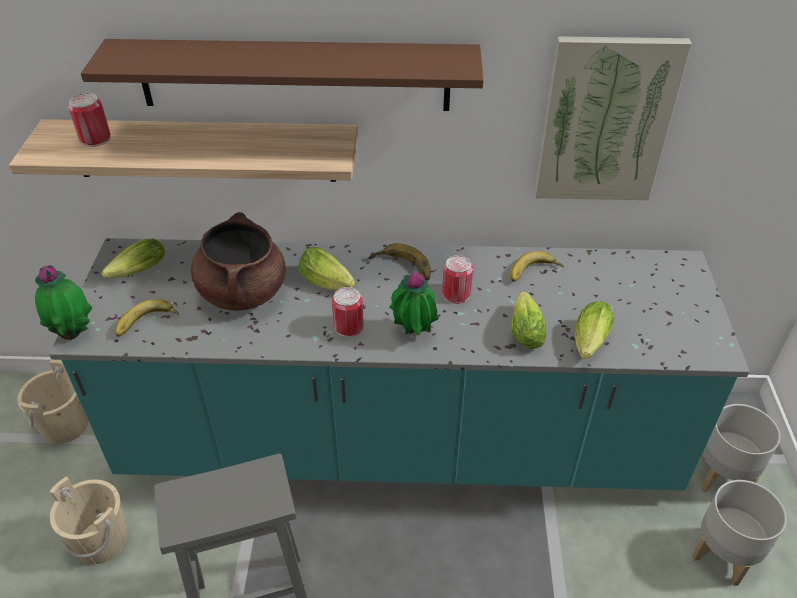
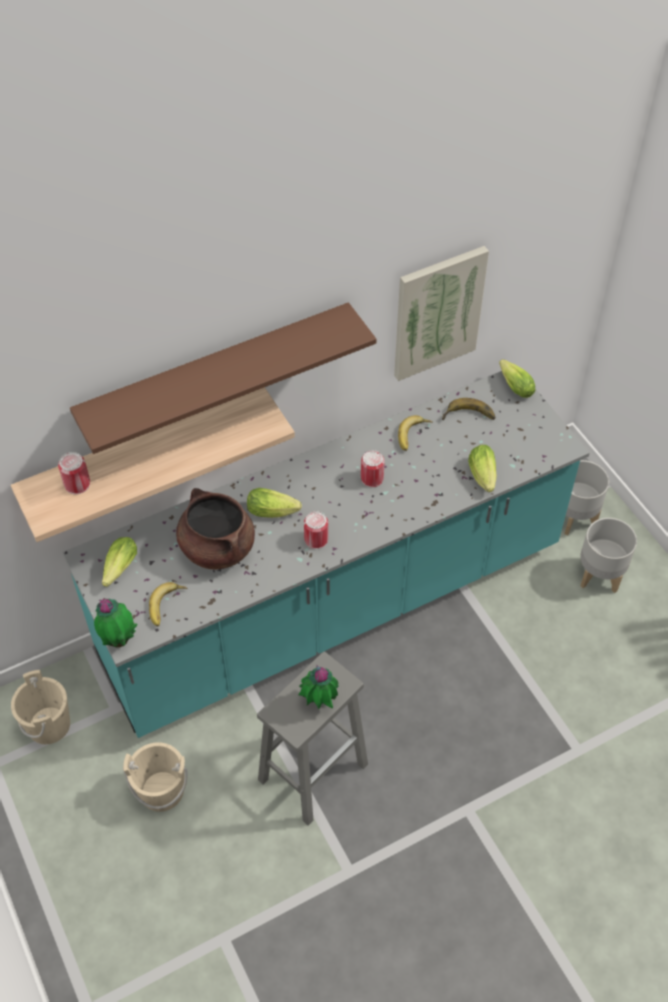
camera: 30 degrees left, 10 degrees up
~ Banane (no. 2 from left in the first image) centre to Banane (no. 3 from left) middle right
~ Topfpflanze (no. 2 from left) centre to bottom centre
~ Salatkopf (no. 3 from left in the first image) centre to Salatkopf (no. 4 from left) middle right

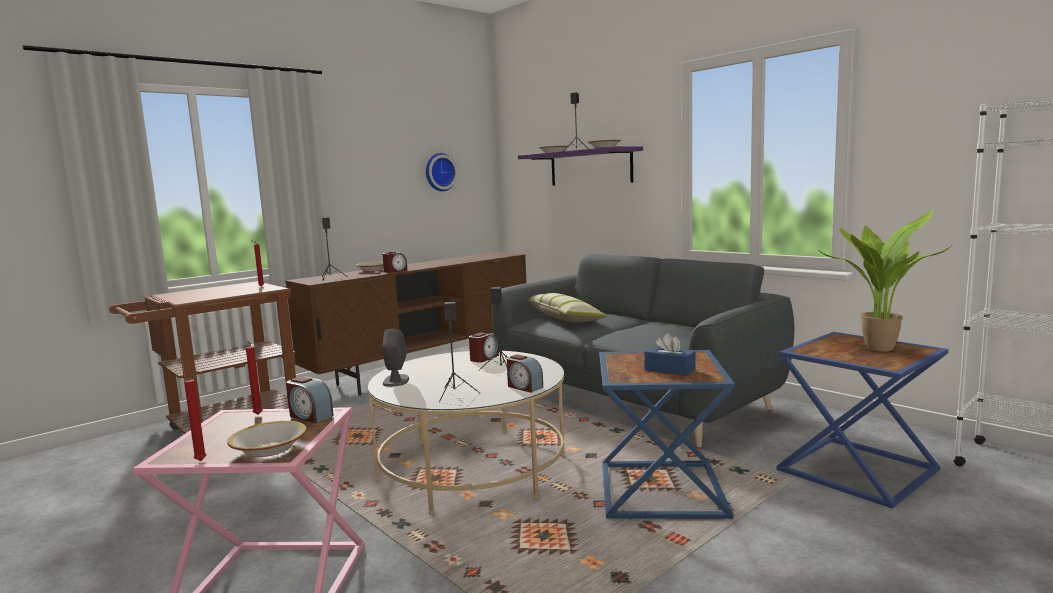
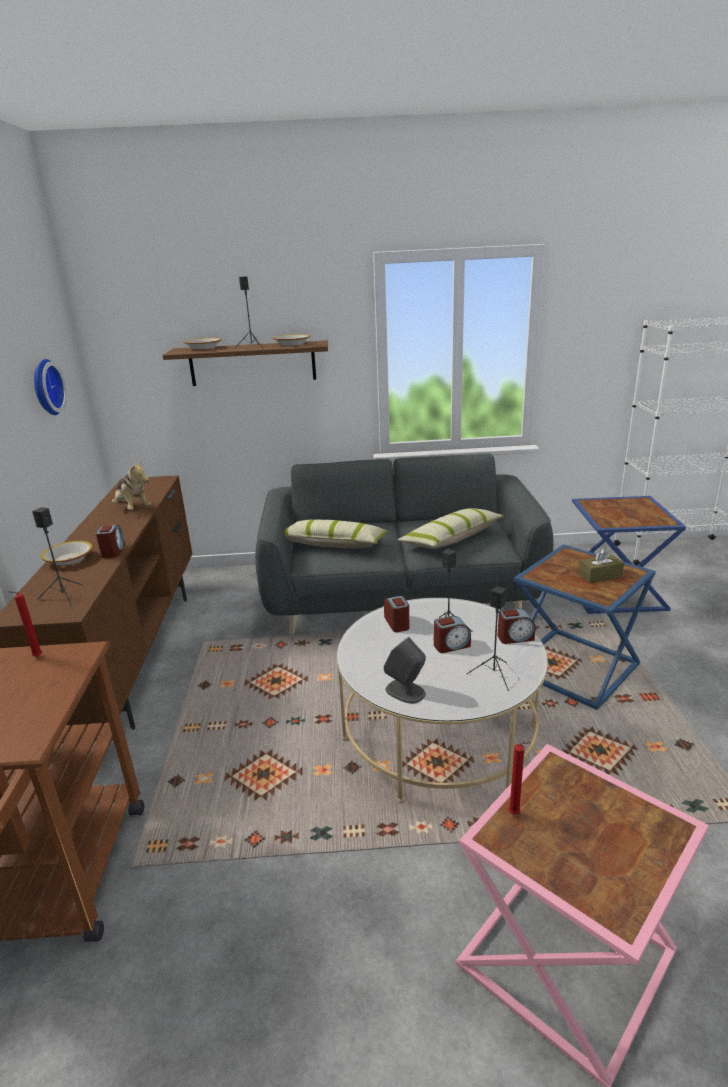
camera: 50 degrees left, 15 degrees up
- Kerze/rot (no. 1 from left) bottom left
- Schüssel (no. 1 from left) bottom left
~ Wecker (no. 1 from left in the first image) bottom left to Wecker (no. 3 from left) centre
~ Wandregal/lila top centre to Wandregal/braun centre
~ Taschentuchbox/blau centre to Taschentuchbox/braun middle right
- Topfpflanze middle right
+ Plüschtier middle left
+ Kissen (no. 2 from left) centre

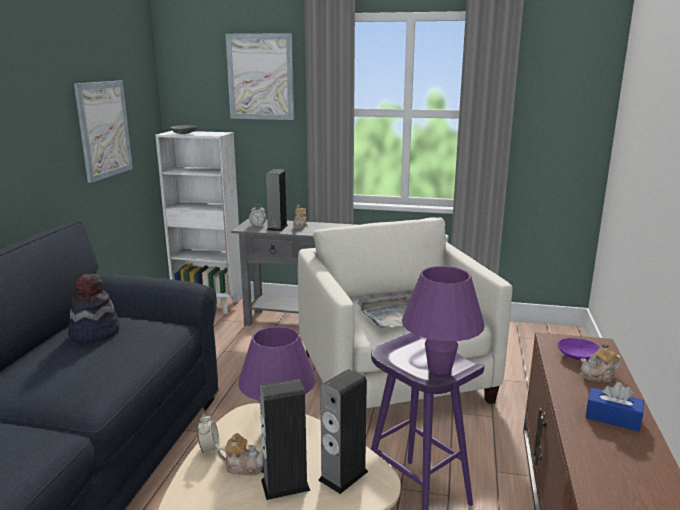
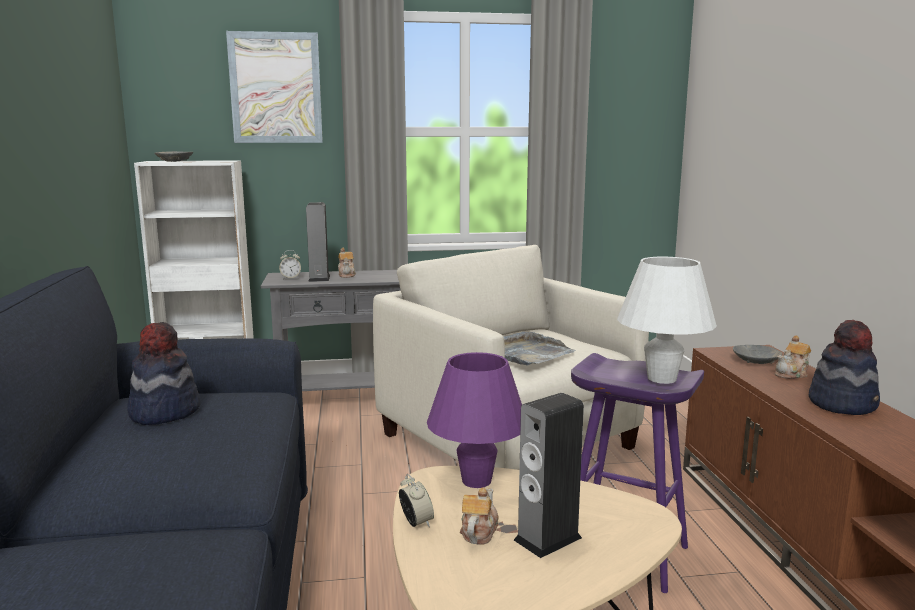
camera: 20 degrees left, 5 degrees down
- Bild (no. 1 from left) top left
~ Teekanne (no. 1 from left in the first image) bottom centre = bottom centre 60 degrees counterclockwise
- Lautsprecher (no. 3 from left) bottom centre
~ Tischlampe/lila (no. 2 from left) centre to Tischlampe/weiß middle right
~ Schüssel/lila bottom right to Schüssel/grau (no. 2 from left) middle right
~ Taschentuchbox/blau bottom right to Hut (no. 2 from left) middle right

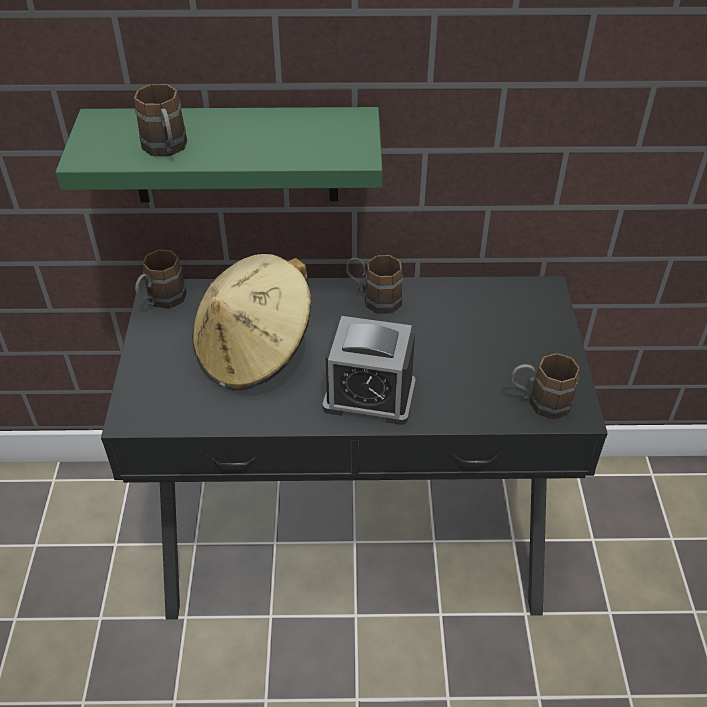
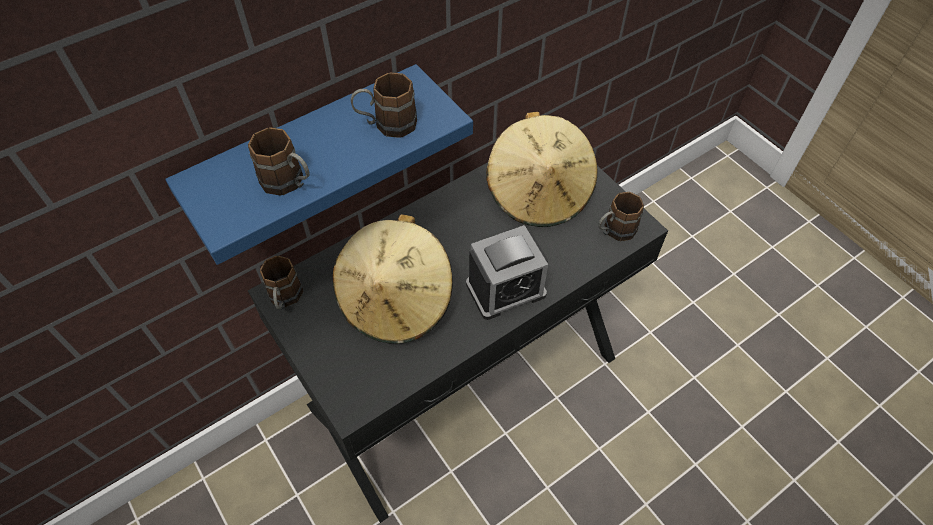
camera: 35 degrees left, 10 degrees up
~ Wandregal/grün top left to Wandregal/blau top centre
~ Henkelbecher/braun (no. 3 from left) centre to top centre
+ Hut/beige (no. 2 from left) top centre

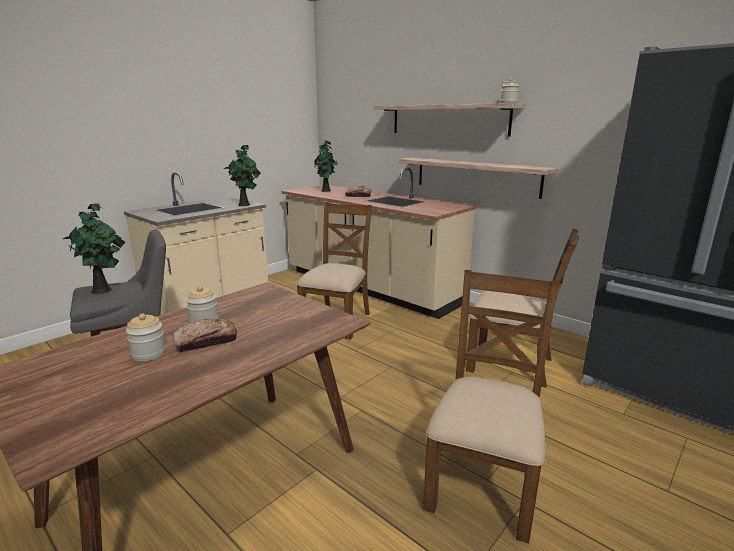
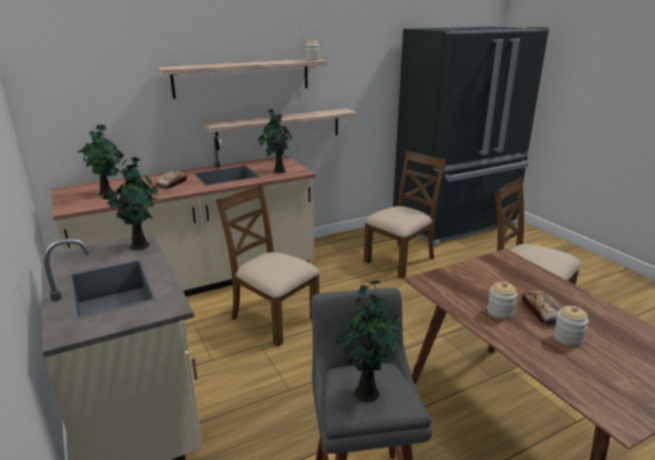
camera: 70 degrees left, 5 degrees up
+ Topfpflanze (no. 3 from left) top centre

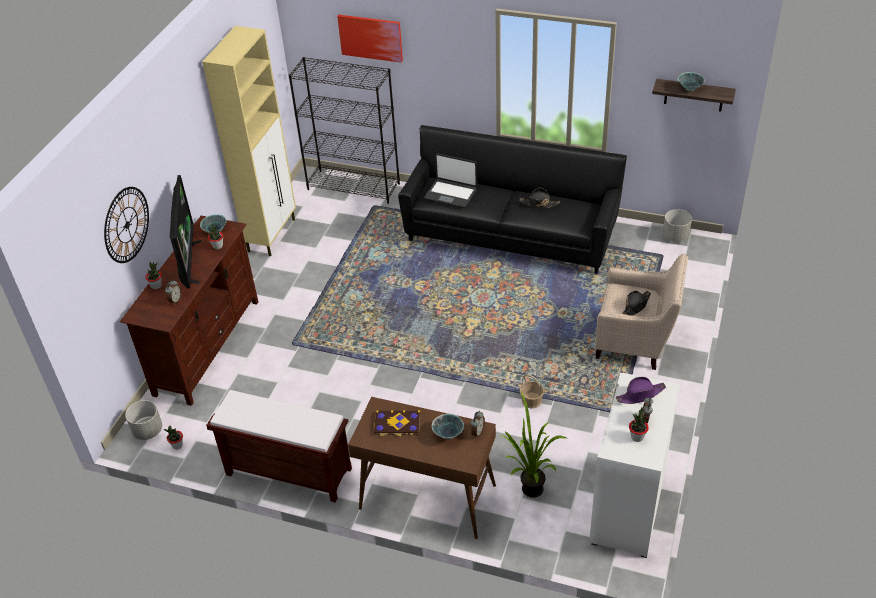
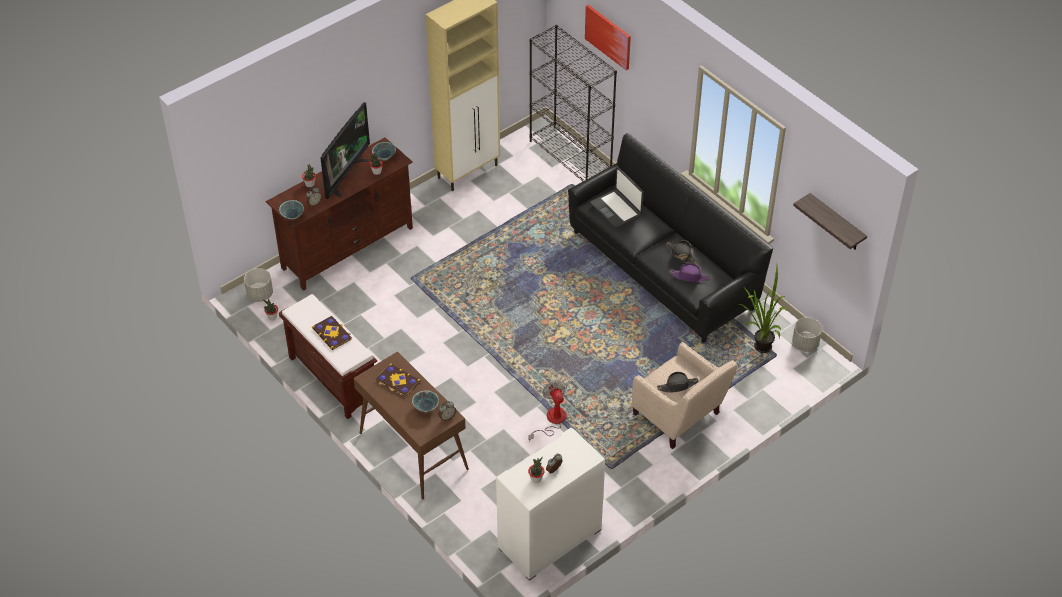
camera: 30 degrees right, 5 degrees up
- Wanduhr middle left
~ Topfpflanze (no. 4 from left in the first image) bottom centre to Topfpflanze (no. 5 from left) middle right
~ Korb centre to Ventilator bottom centre
~ Hut/lila middle right to centre
~ Schüssel (no. 3 from left in the first image) top right to Schüssel (no. 1 from left) middle left
+ Buch (no. 1 from left) middle left

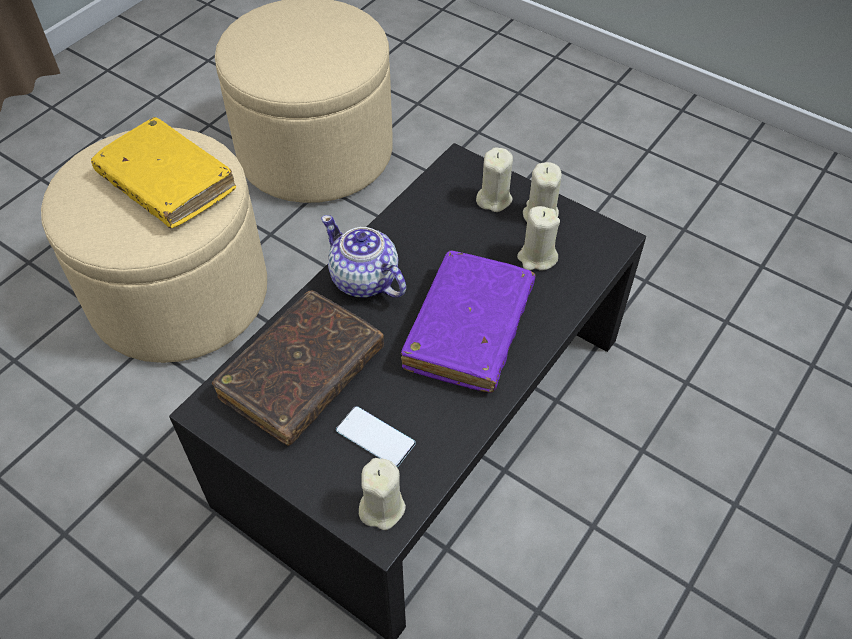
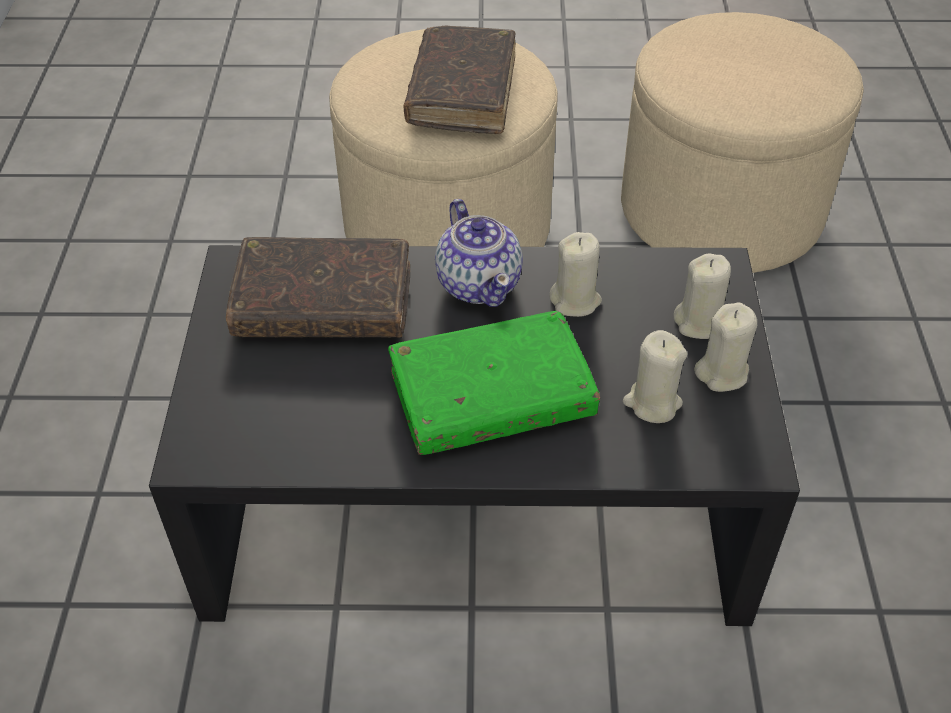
camera: 55 degrees right, 5 degrees down
~ Buch/gelb top left to Buch/braun (no. 2 from left) top centre
~ Teekanne centre = centre 150 degrees clockwise
- Handy bottom centre
~ Kerze/beige (no. 1 from left) bottom centre to centre
~ Buch/lila centre to Buch/grün centre

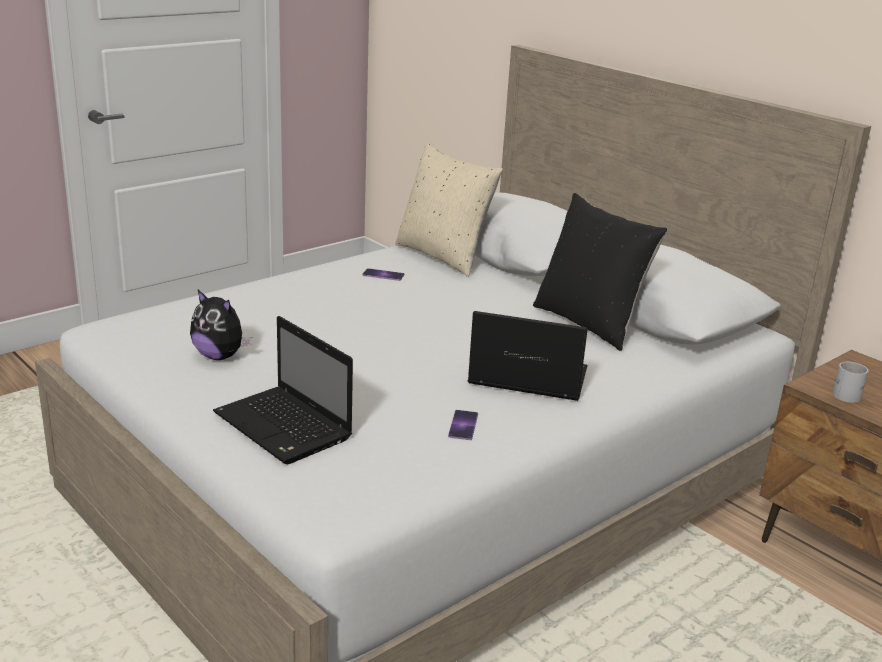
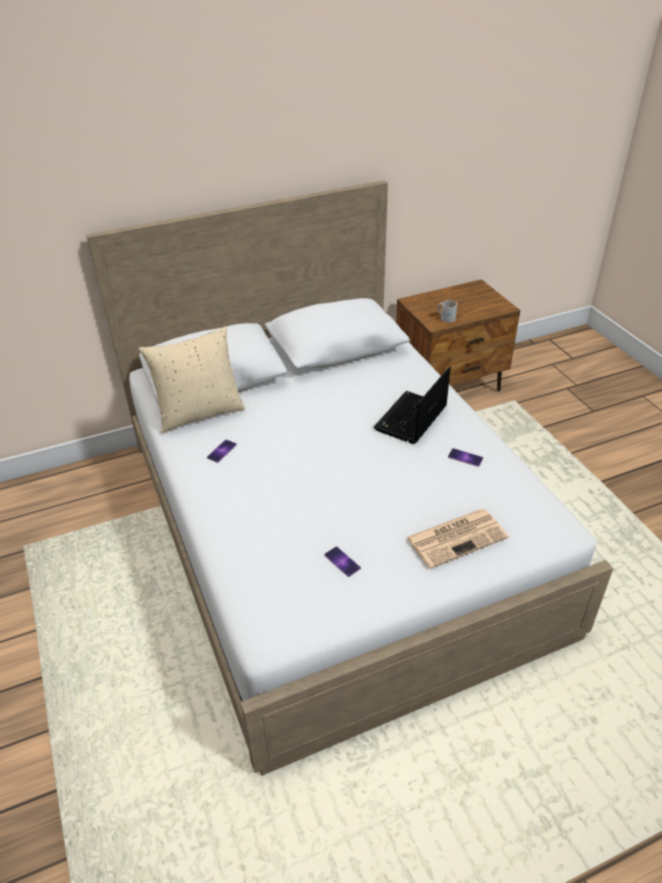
camera: 70 degrees left, 15 degrees up
~ Plüschtier middle left to Handy (no. 2 from left) centre
~ Laptop (no. 1 from left) middle left to Zeitung middle right
- Kissen/schwarz middle right

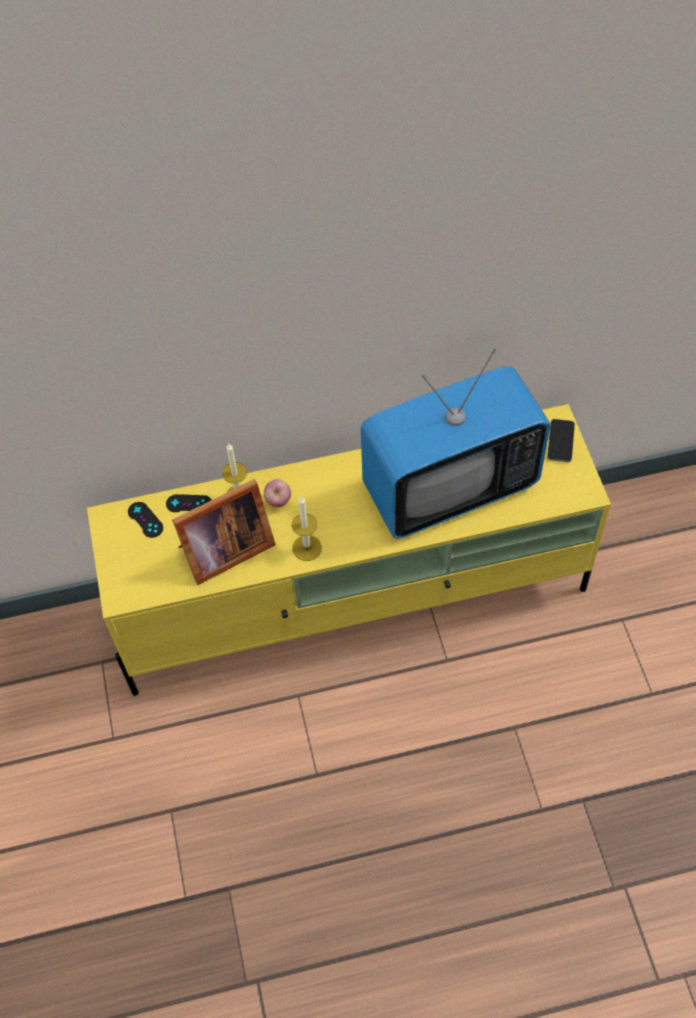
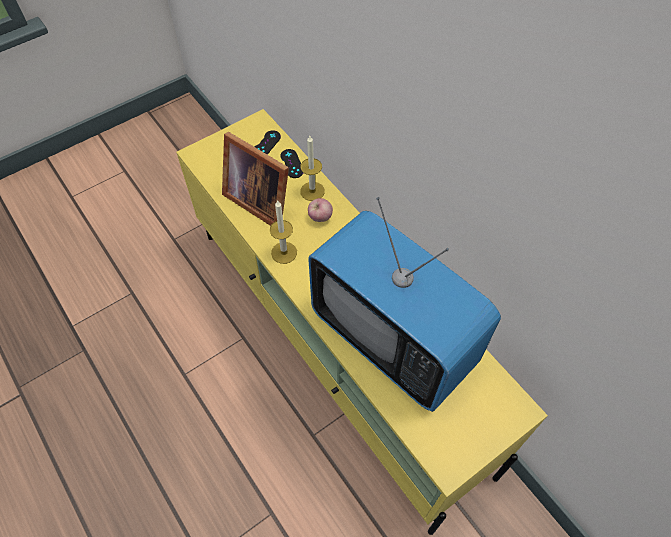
camera: 65 degrees right, 0 degrees up
- Handy middle right

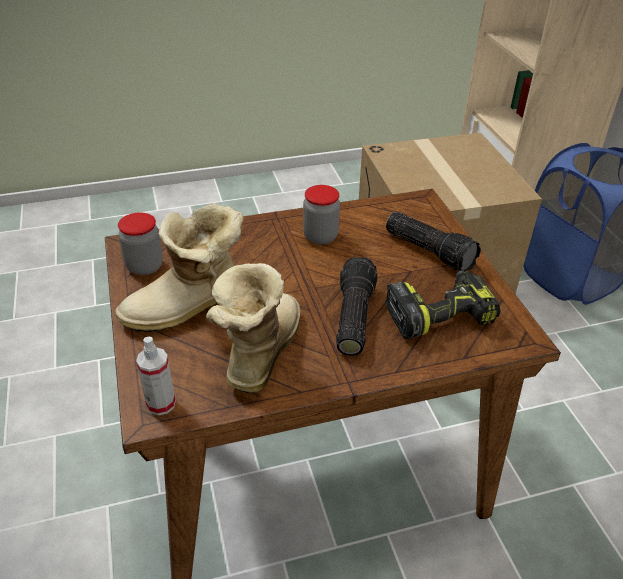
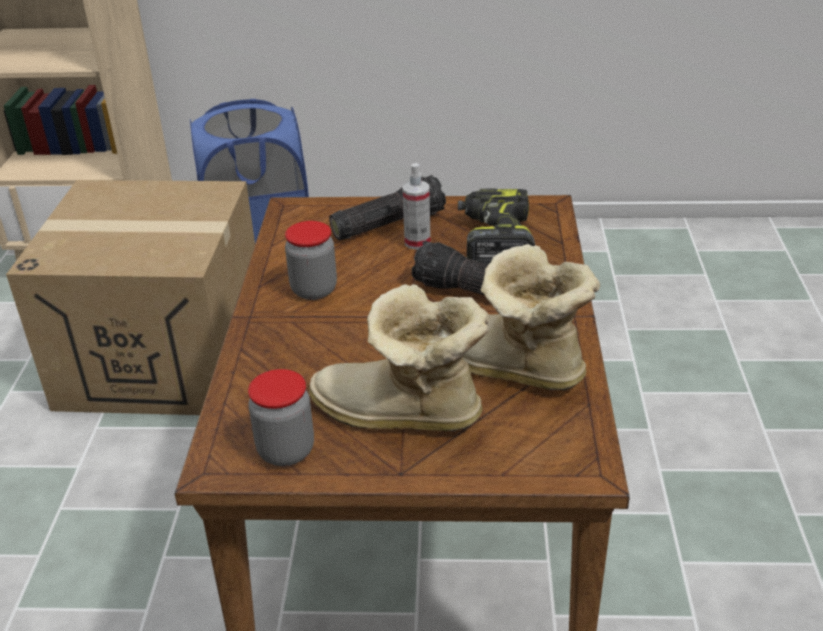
camera: 70 degrees left, 5 degrees down
~ Stiefel (no. 1 from left) middle left = centre 120 degrees clockwise
~ Sprühflasche middle left to top centre

